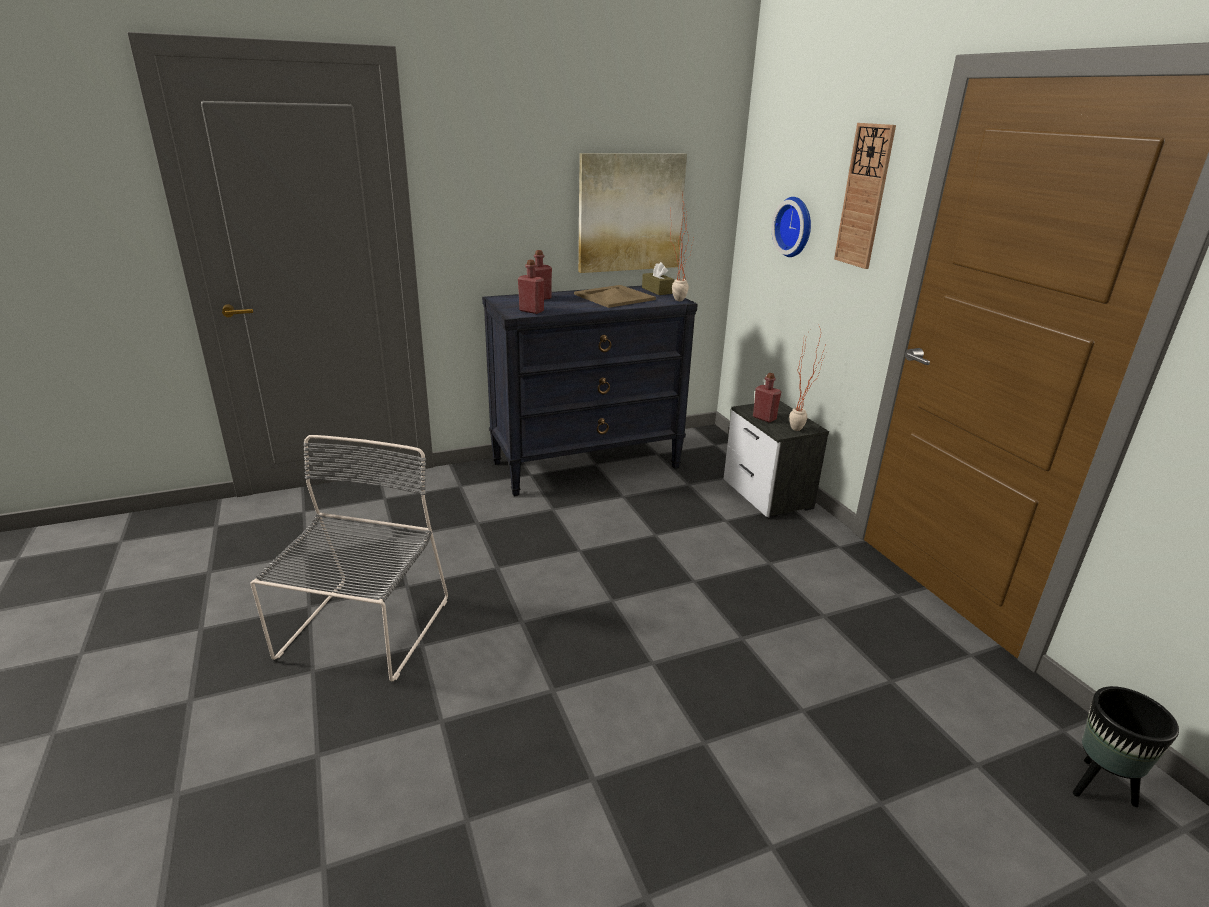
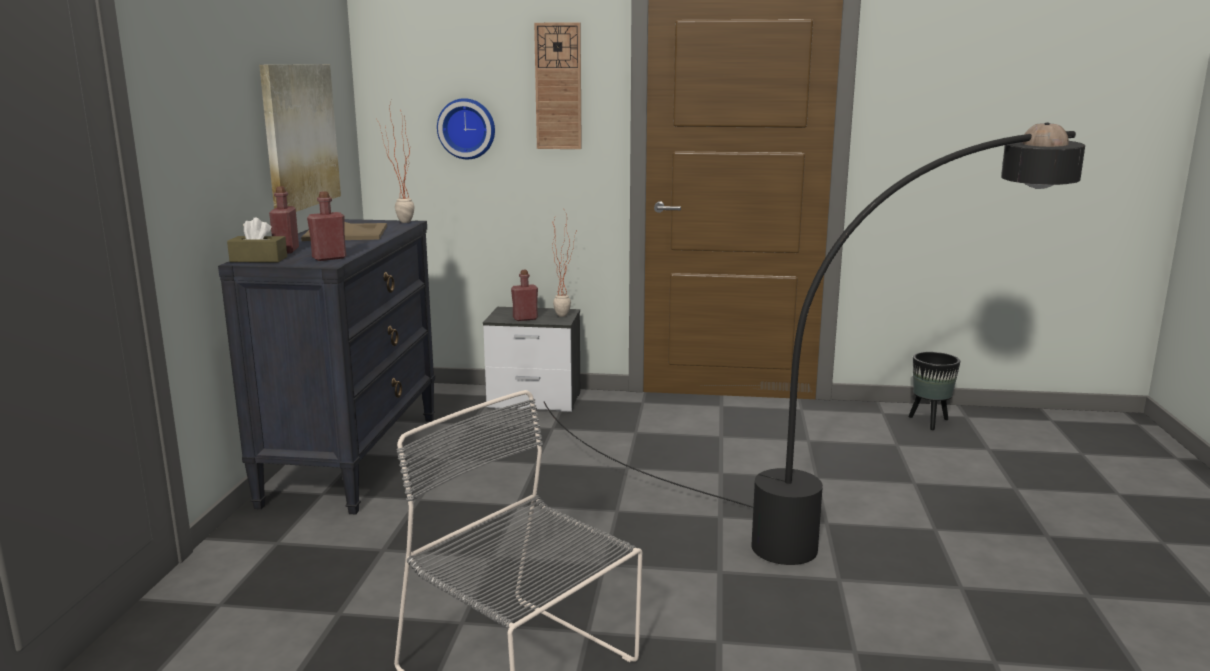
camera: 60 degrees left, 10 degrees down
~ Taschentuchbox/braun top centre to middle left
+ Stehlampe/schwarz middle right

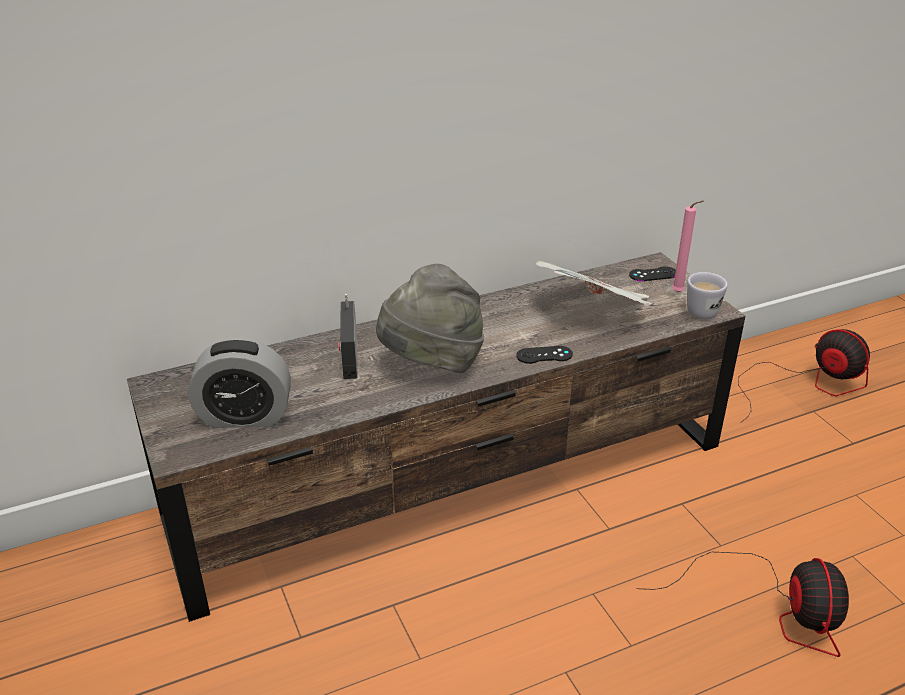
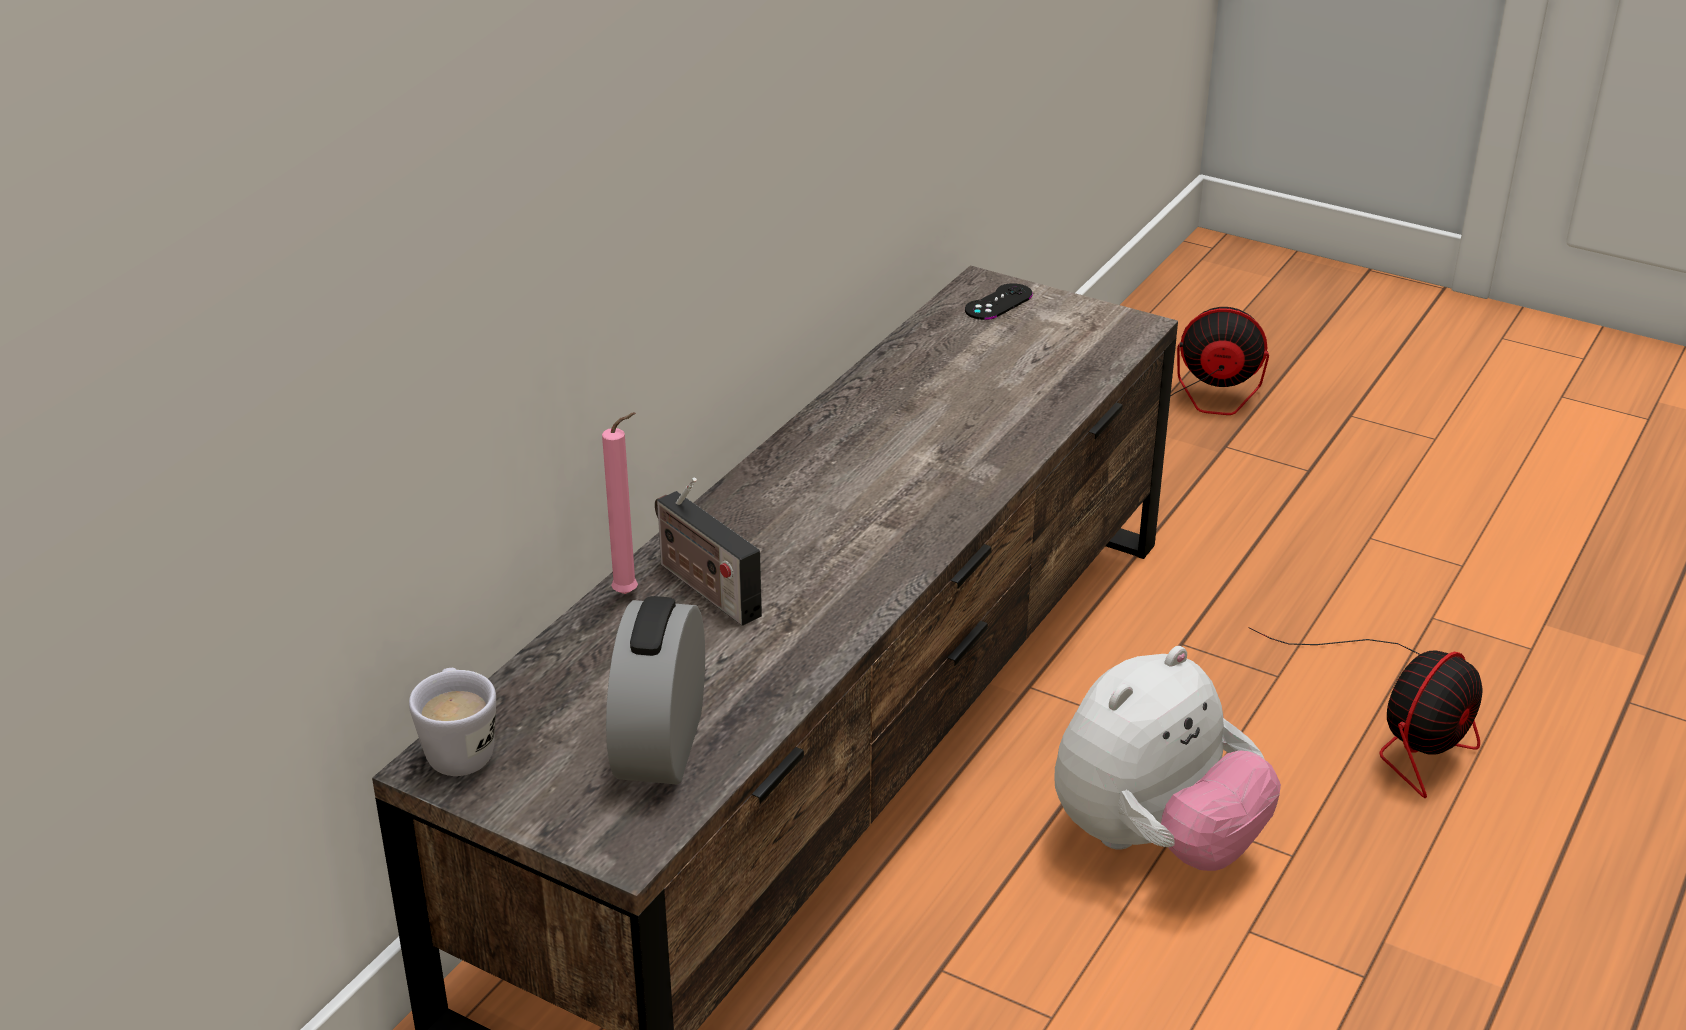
camera: 35 degrees left, 0 degrees up
~ Wecker middle left = bottom centre 135 degrees clockwise
- Hut/grau centre
- Gamepad/schwarz (no. 1 from left) centre
- Zeitung centre
~ Ventilator (no. 1 from left in the first image) bottom right = bottom right 75 degrees clockwise
~ Kerze/rosa middle right to centre
~ Henkelbecher/weiß middle right to bottom left
+ Plüschtier bottom right

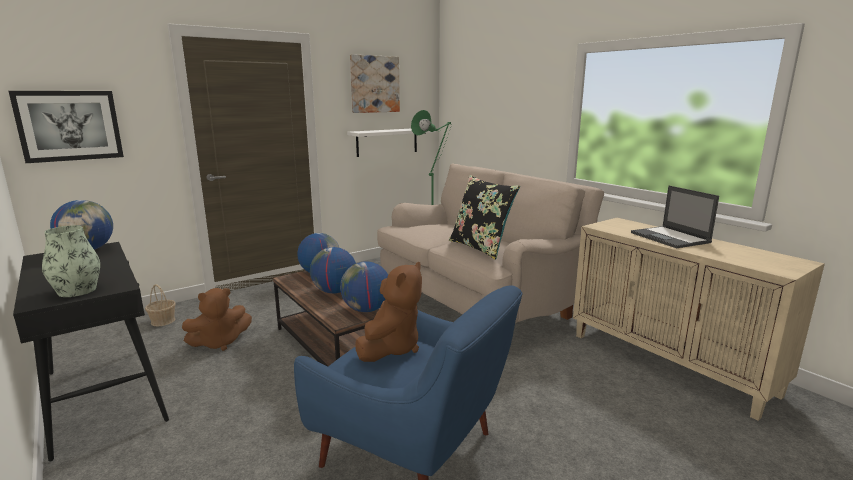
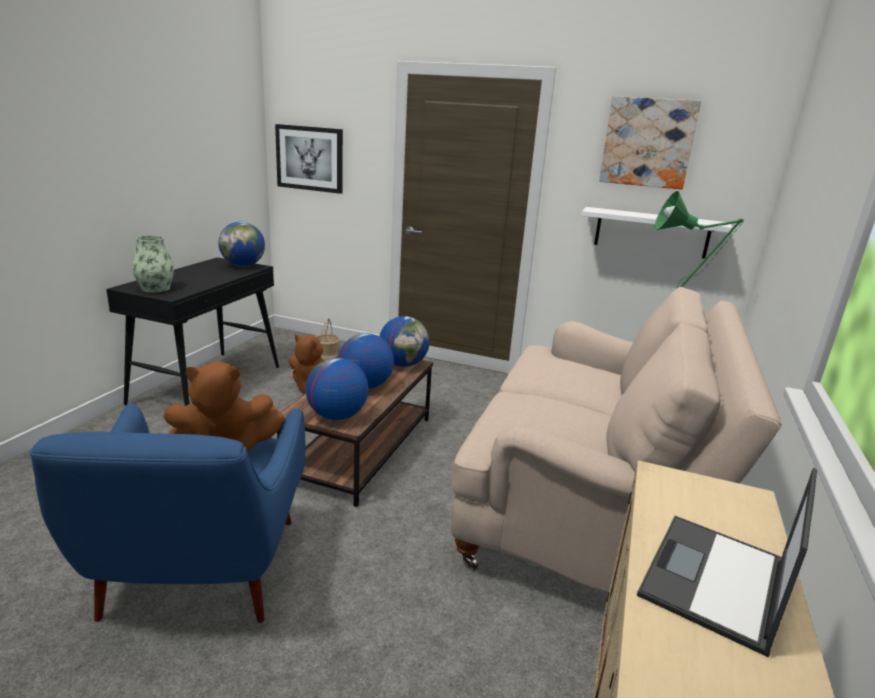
camera: 55 degrees right, 5 degrees up
- Kissen/schwarz centre

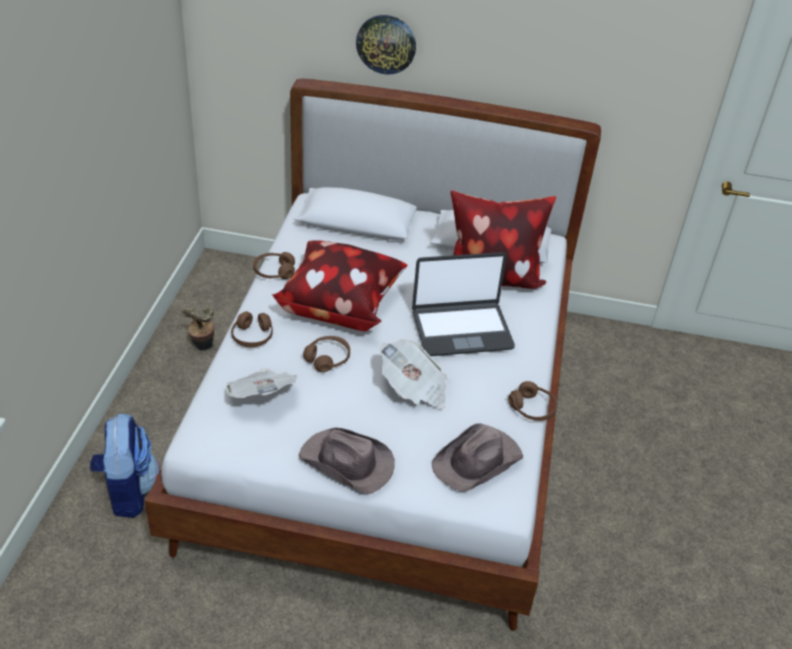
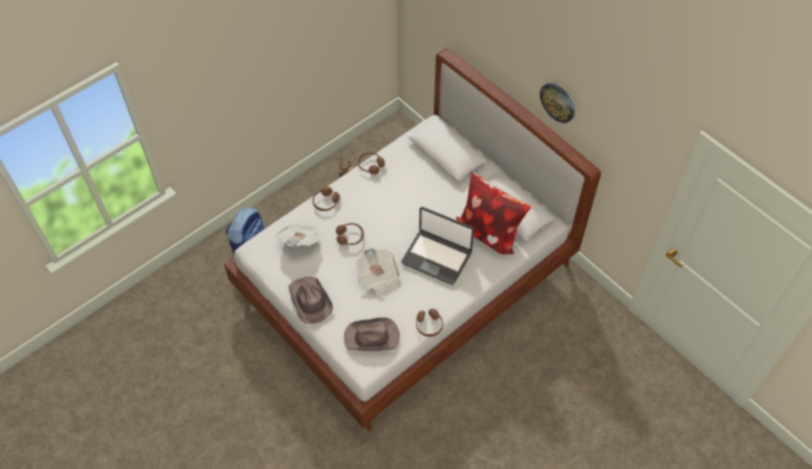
camera: 40 degrees right, 15 degrees up
- Kissen (no. 1 from left) centre
~ Wanduhr top centre to top right

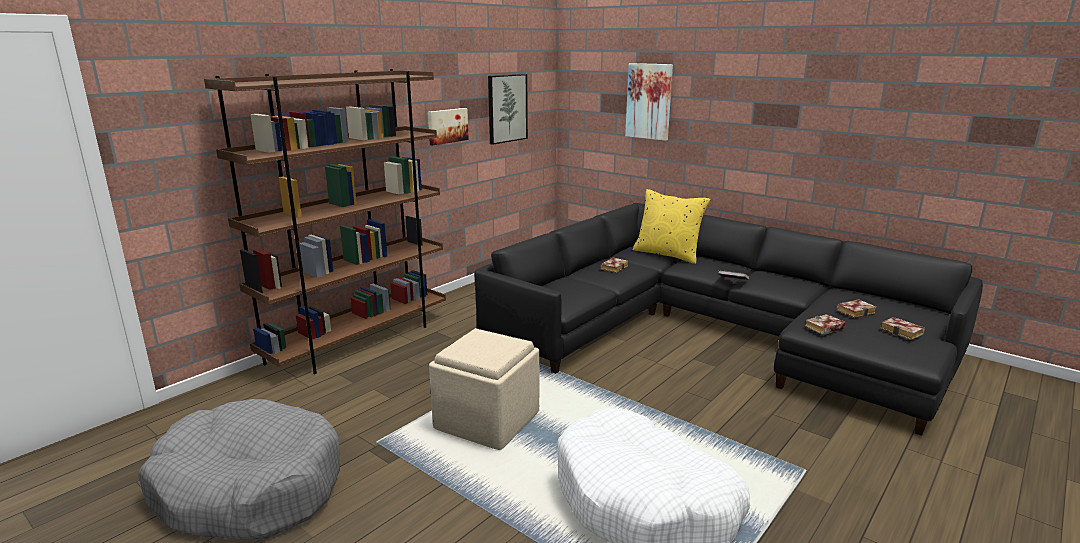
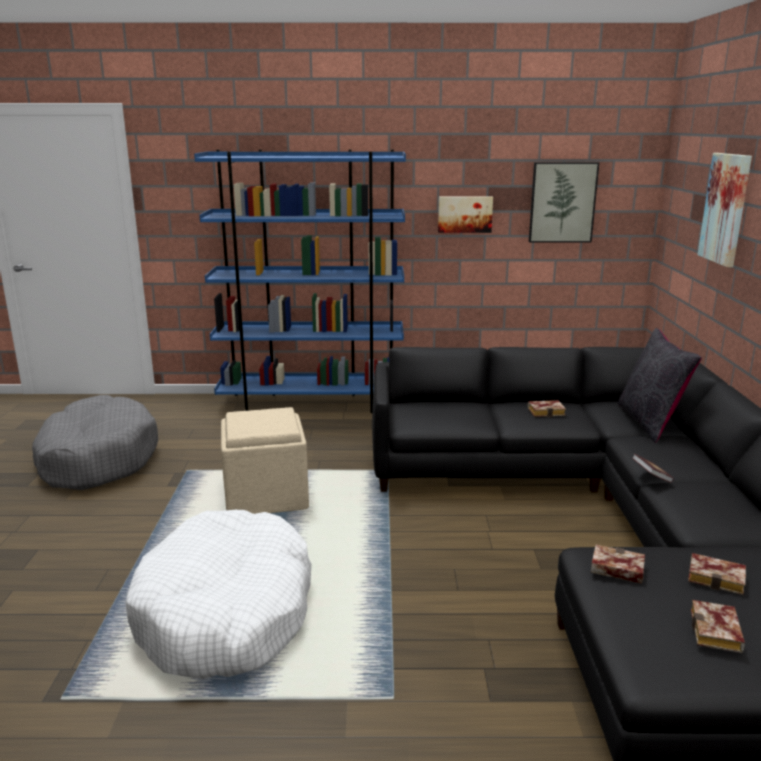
camera: 50 degrees right, 0 degrees up
~ Bücherregal/braun middle left to Bücherregal/blau centre
~ Kissen/gelb centre to Kissen/schwarz middle right

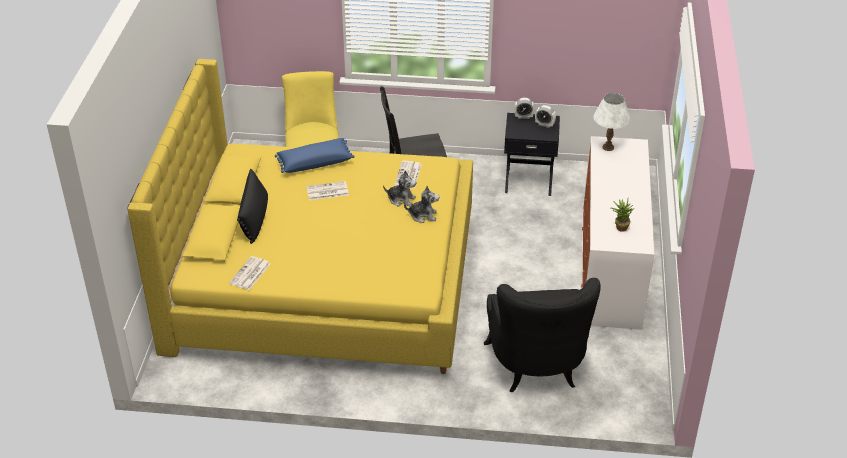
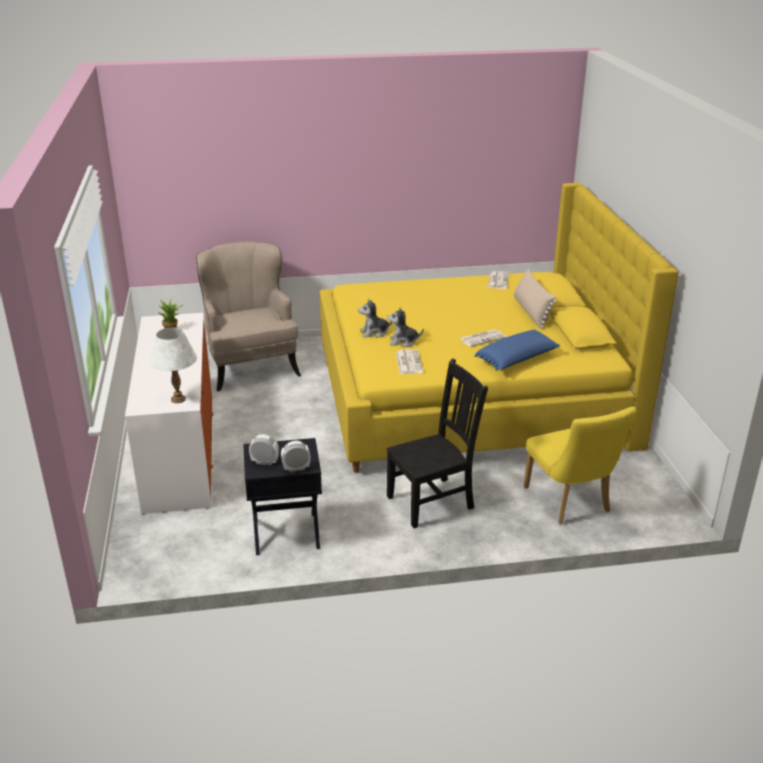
camera: 165 degrees right, 10 degrees down
~ Kissen/schwarz middle left to Kissen/beige middle right
~ Sessel/schwarz bottom centre to Sessel/beige middle left

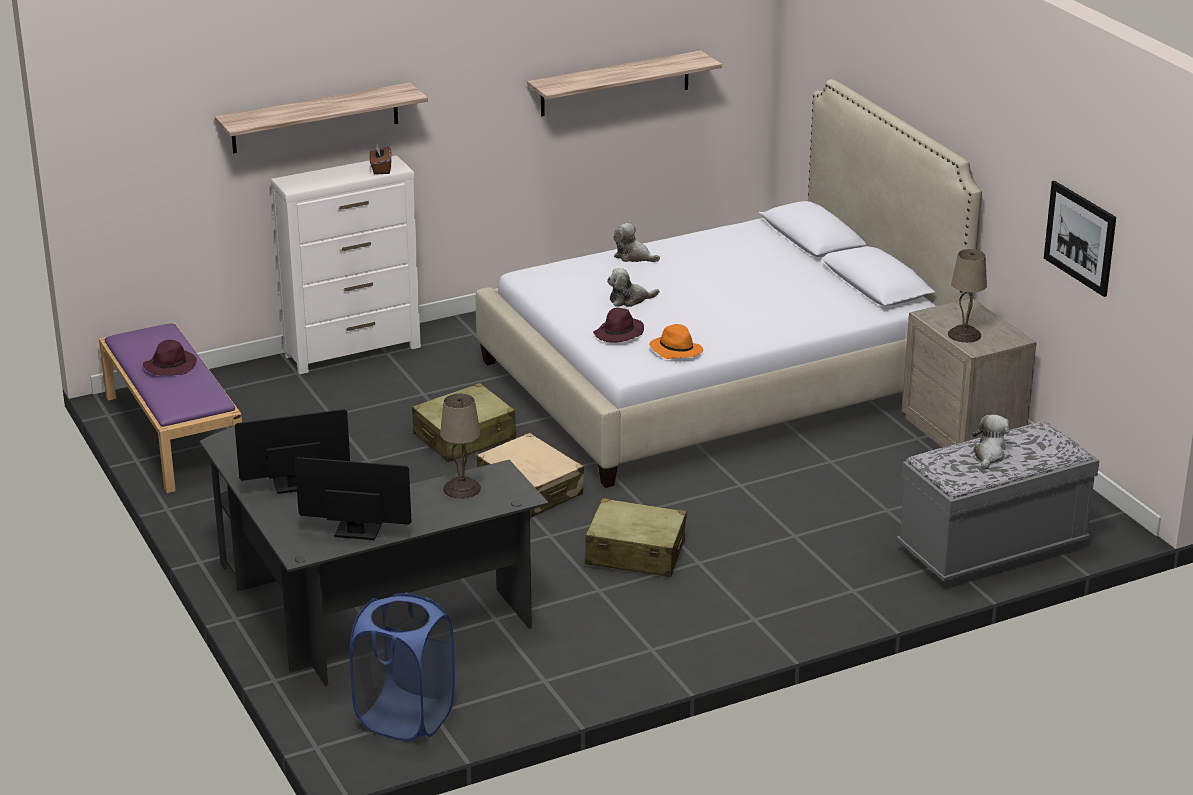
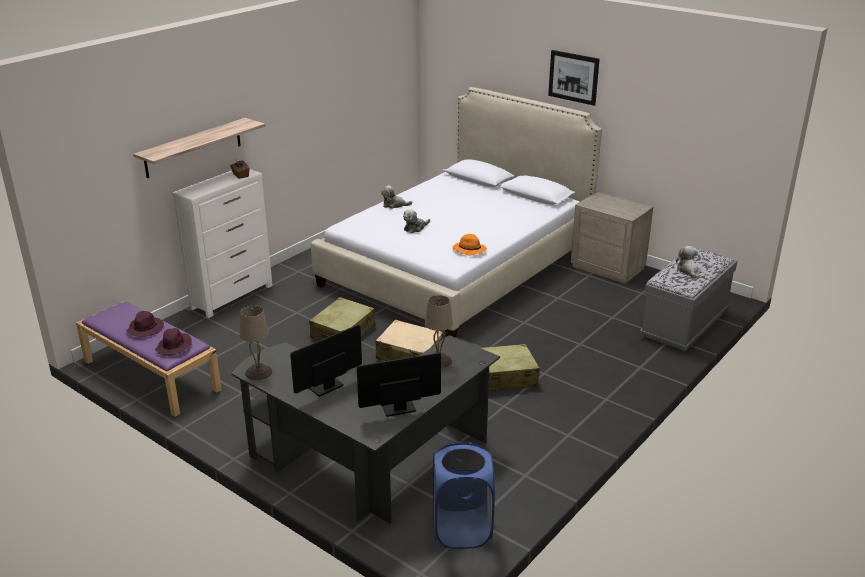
camera: 25 degrees left, 0 degrees up
- Wandregal (no. 2 from left) top centre
~ Hut/lila (no. 2 from left) centre to middle left
~ Tischlampe/beige (no. 2 from left in the first image) middle right to Tischlampe/beige (no. 1 from left) middle left
~ Bild top right to top centre

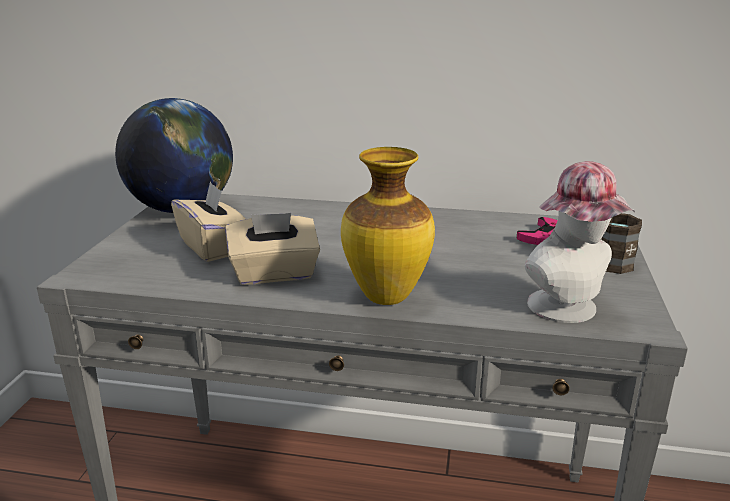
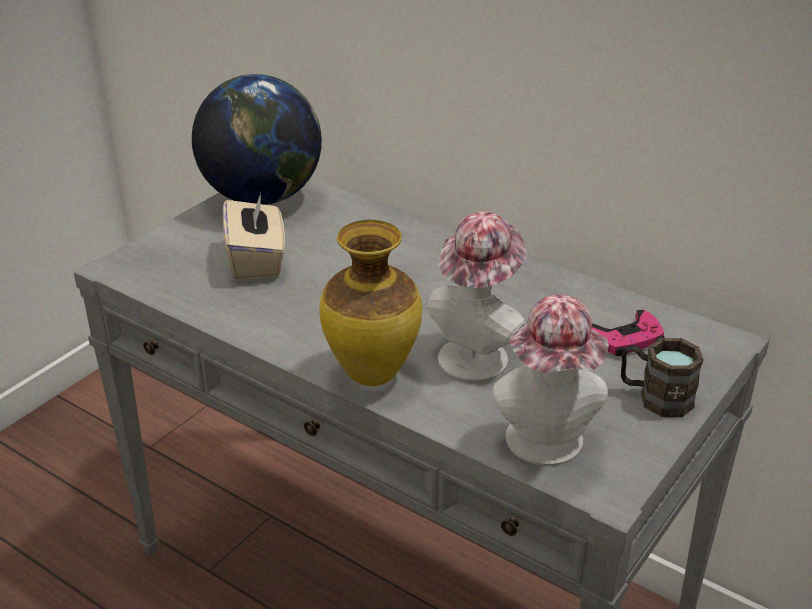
camera: 25 degrees right, 10 degrees up
- Taschentuchbox/beige (no. 2 from left) centre
+ Hut (no. 1 from left) centre

